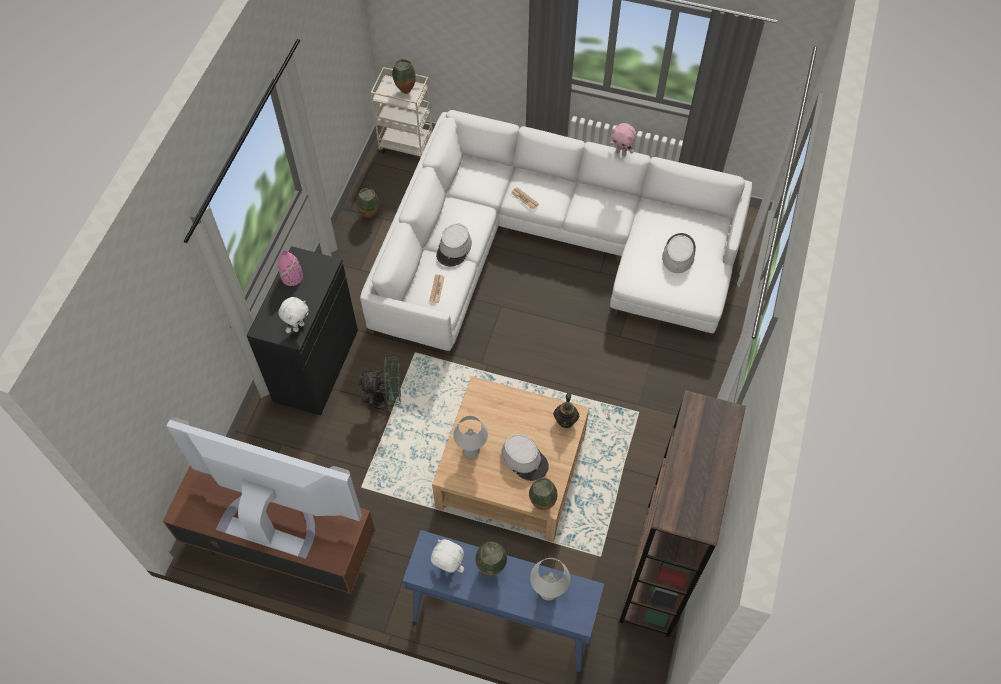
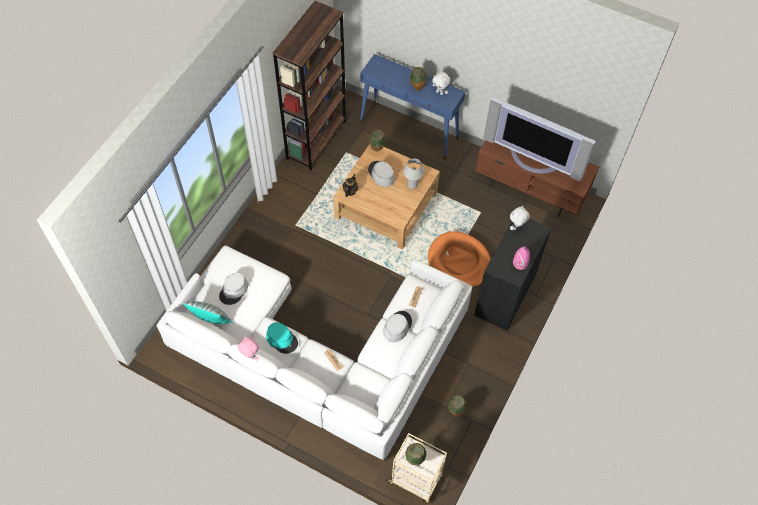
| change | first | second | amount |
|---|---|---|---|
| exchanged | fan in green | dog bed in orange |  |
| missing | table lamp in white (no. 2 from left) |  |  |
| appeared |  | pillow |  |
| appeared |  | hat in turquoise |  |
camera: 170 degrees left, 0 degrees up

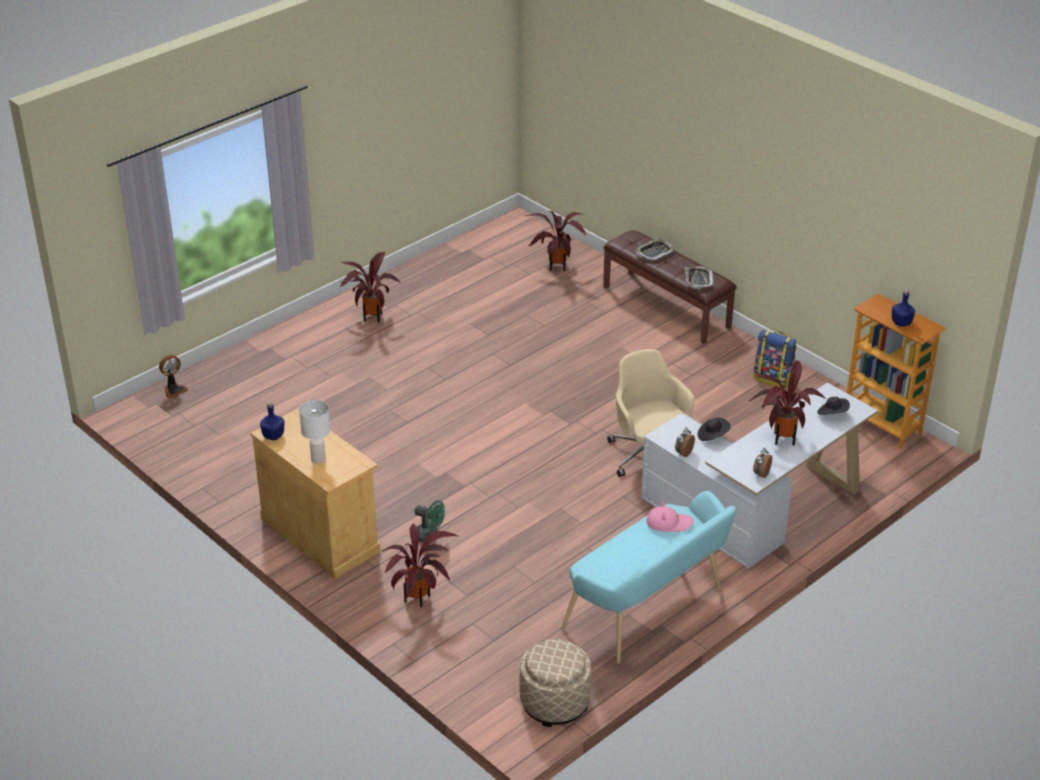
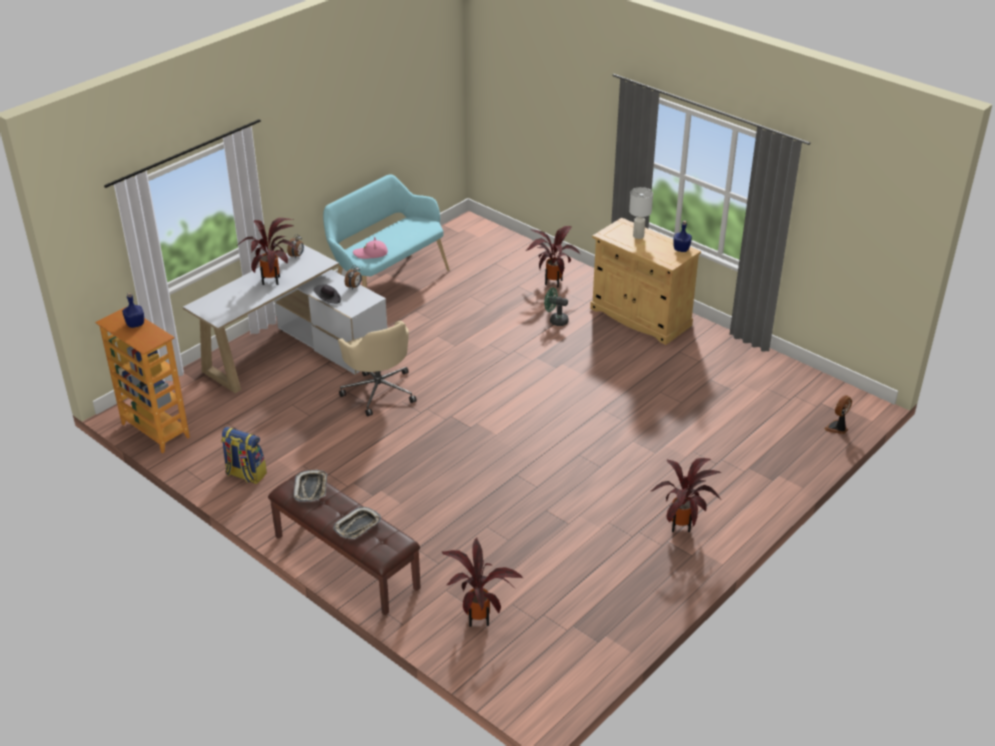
| change | first | second | amount |
|---|---|---|---|
| missing | ottoman in beige |  |  |
| missing | hat in black (no. 2 from left) |  |  |
camera: 175 degrees right, 0 degrees up

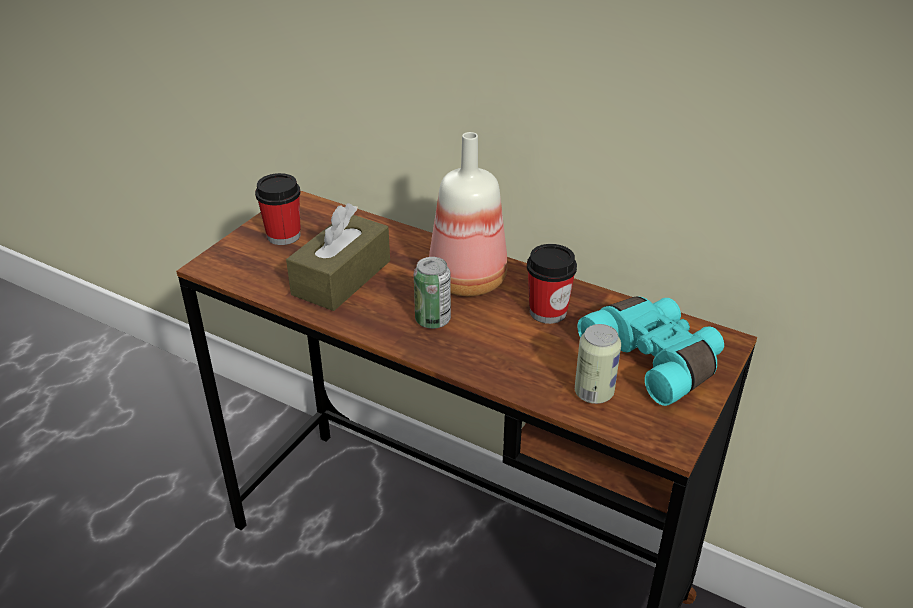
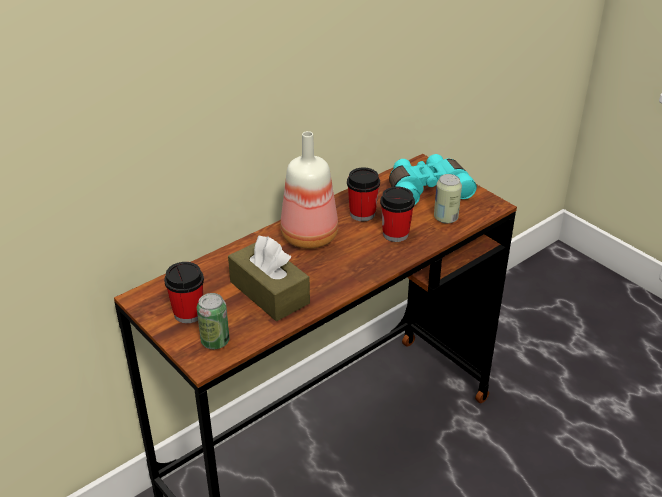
| change | first | second | amount |
|---|---|---|---|
| relocated | can (no. 1 from left) |  |  |
| appeared |  | cup (no. 3 from left) |  |
camera: 70 degrees left, 0 degrees up

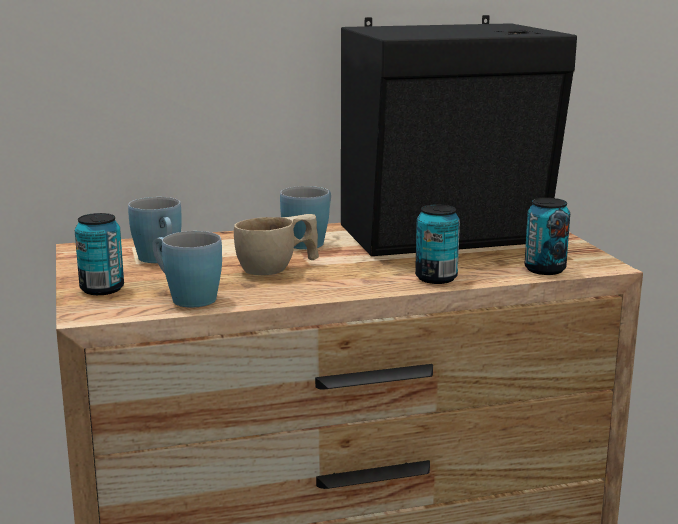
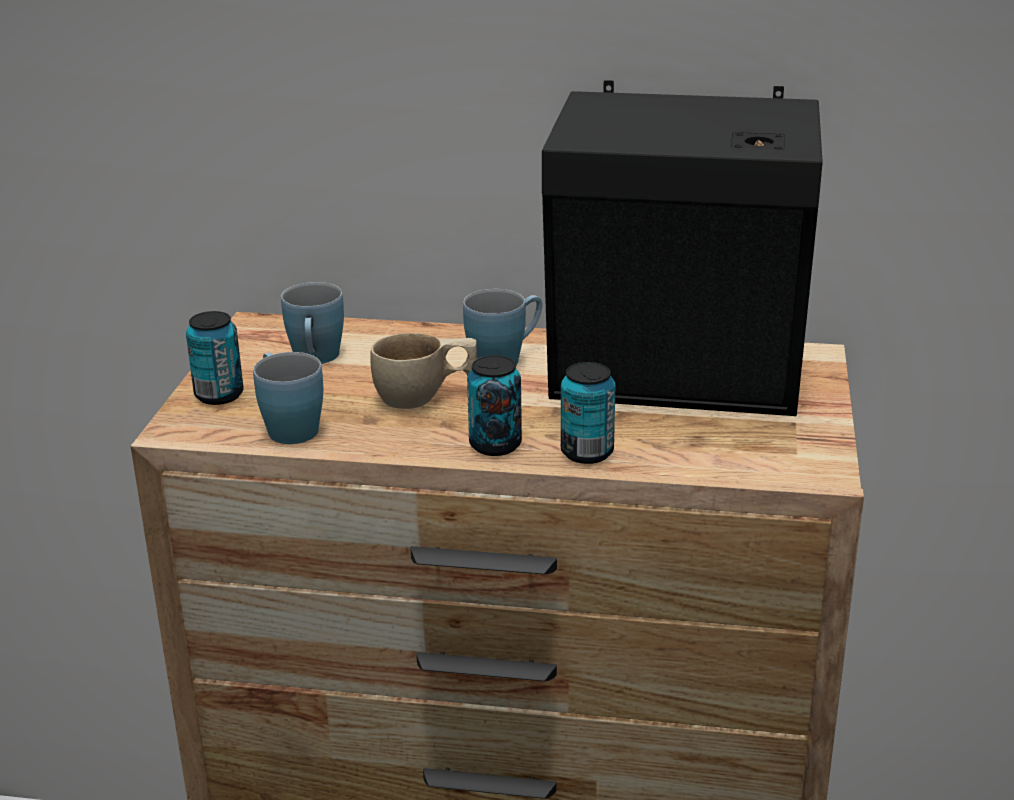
| change | first | second | amount |
|---|---|---|---|
| relocated | can (no. 3 from left in the first image) | can (no. 2 from left) |  |
camera: 25 degrees right, 10 degrees up

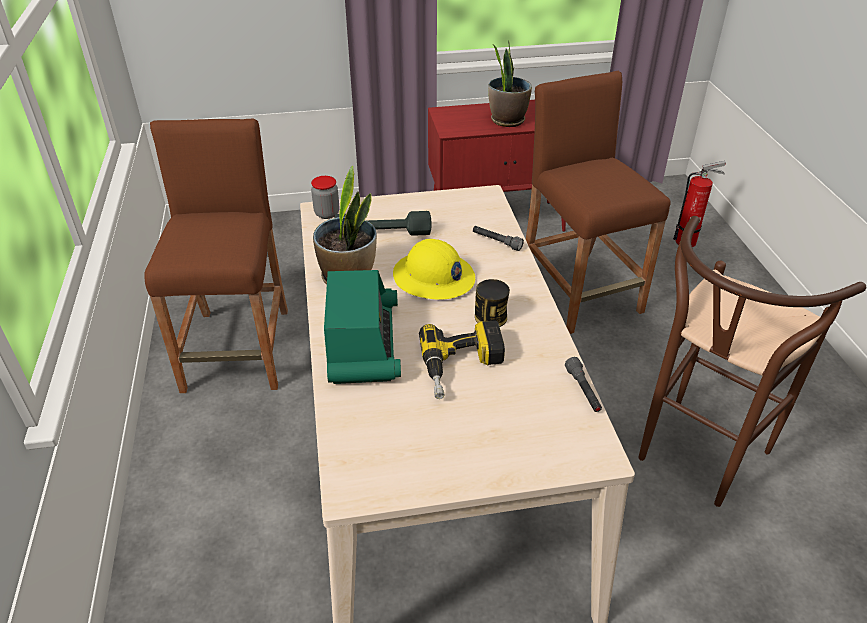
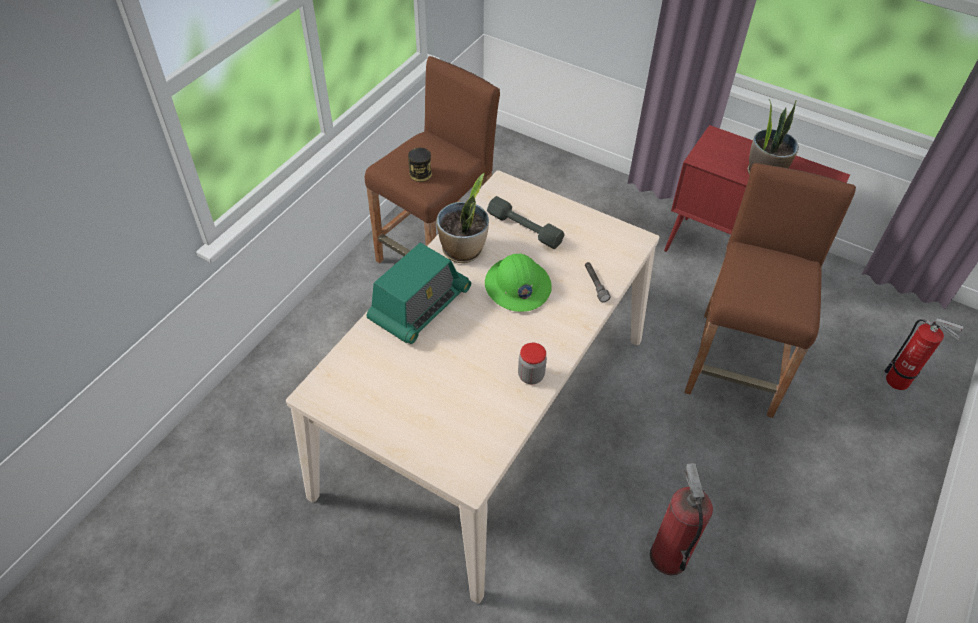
| change | first | second | amount |
|---|---|---|---|
| relocated | jar |  |  |
| colour | hard hat in yellow | hard hat in green |  |
| missing | power drill |  |  |
| relocated | can |  |  |
| missing | flashlight in grey (no. 2 from left) |  |  |
| exchanged | stool in brown (no. 3 from left) | fire extinguisher (no. 1 from left) |  |
camera: 40 degrees right, 10 degrees up

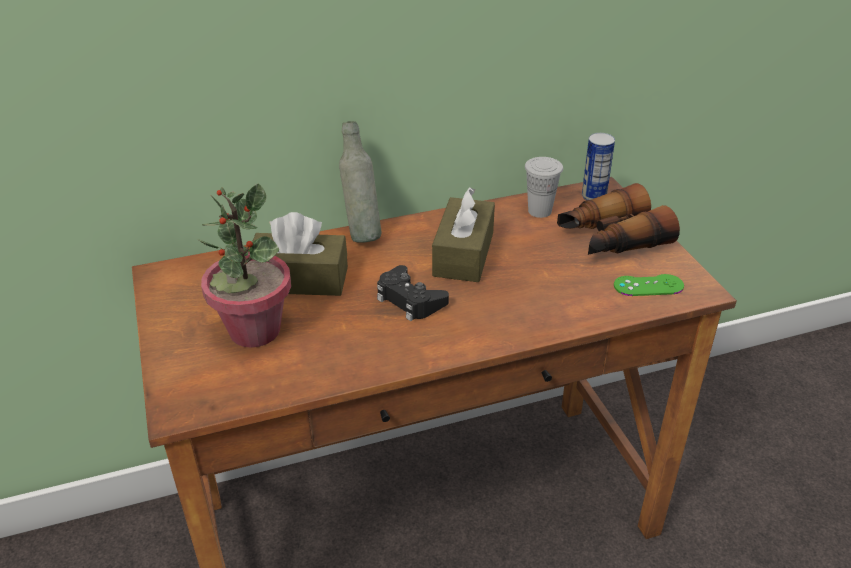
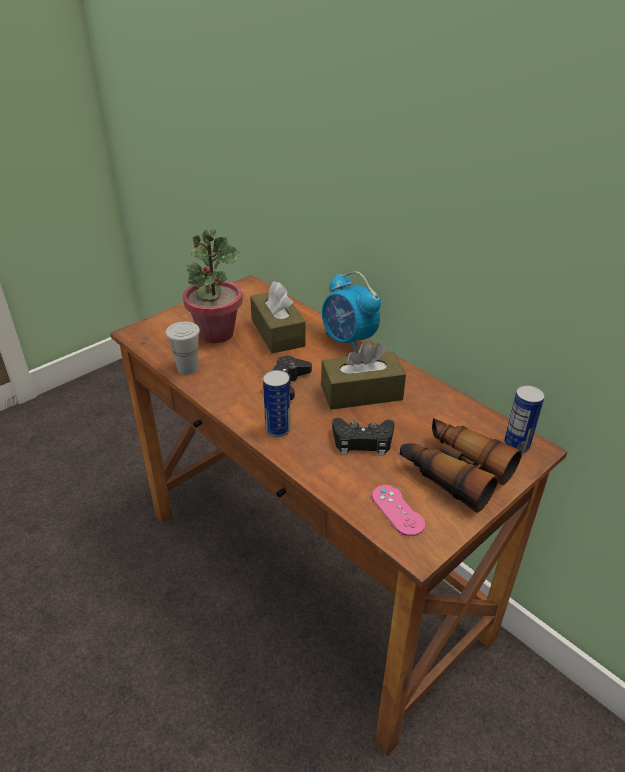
| change | first | second | amount |
|---|---|---|---|
| exchanged | bottle in grey | alarm clock |  |
| relocated | cup in white |  |  |
| colour | game controller in green | game controller in pink |  |
| appeared |  | can (no. 1 from left) |  |
| appeared |  | game controller in black (no. 2 from left) |  |
camera: 65 degrees right, 0 degrees up

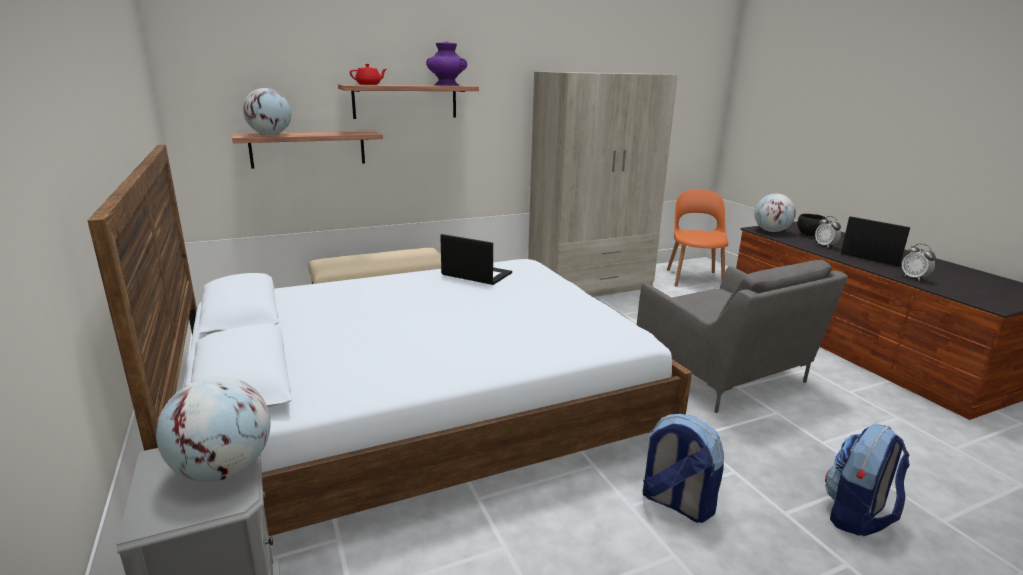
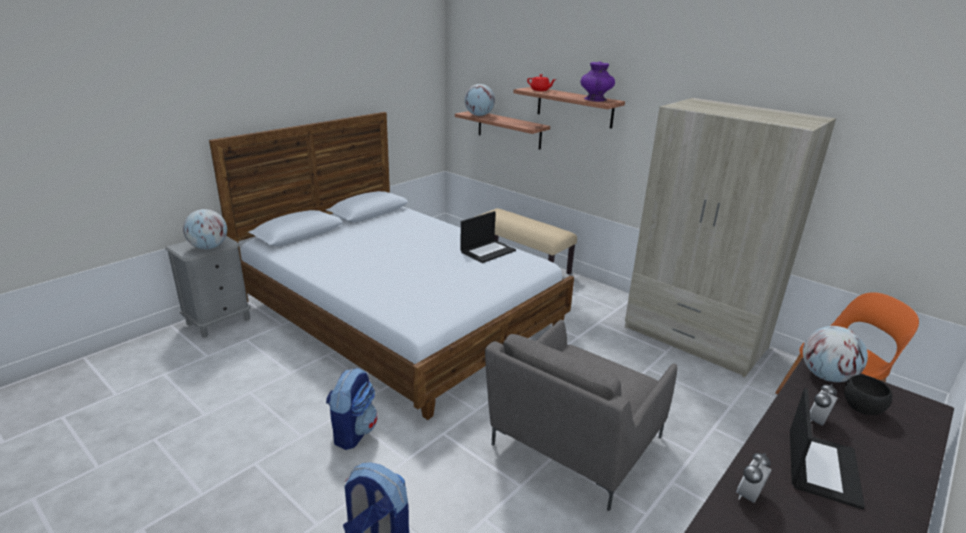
| change | first | second | amount |
|---|---|---|---|
| spun | laptop (no. 1 from left) |  | 45 degrees clockwise |
camera: 65 degrees right, 5 degrees up

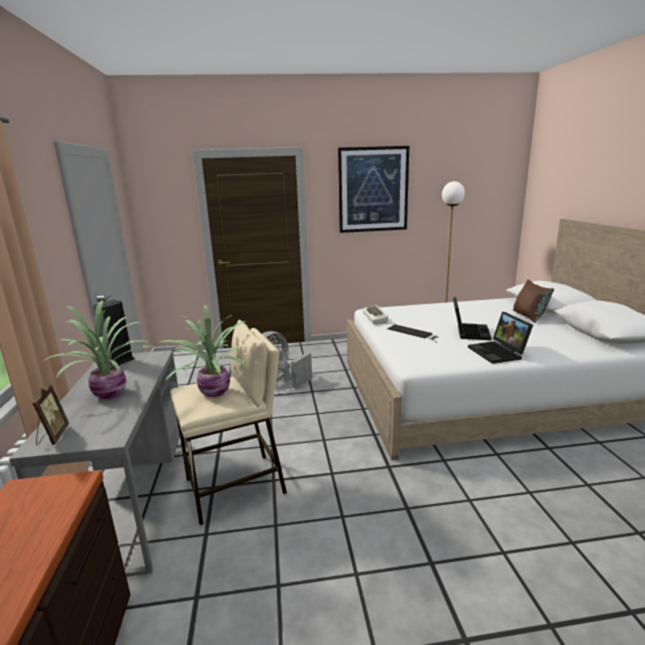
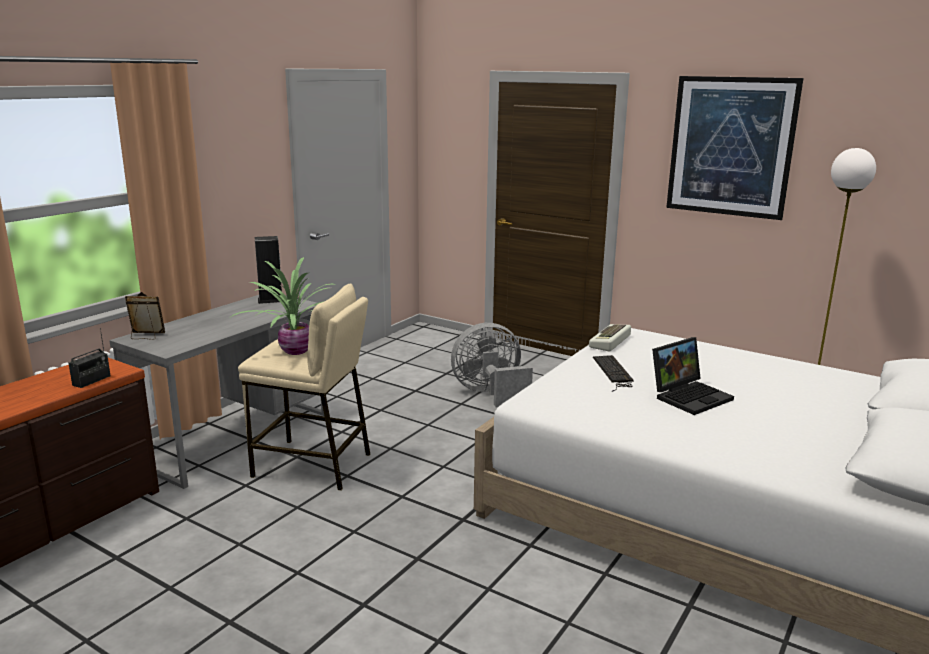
| change | first | second | amount |
|---|---|---|---|
| spun | picture frame |  | 120 degrees counterclockwise |
| missing | potted plant (no. 1 from left) |  |  |
| missing | laptop (no. 2 from left) |  |  |
| missing | pillow in brown |  |  |
| appeared |  | radio |  |
camera: 40 degrees right, 0 degrees up

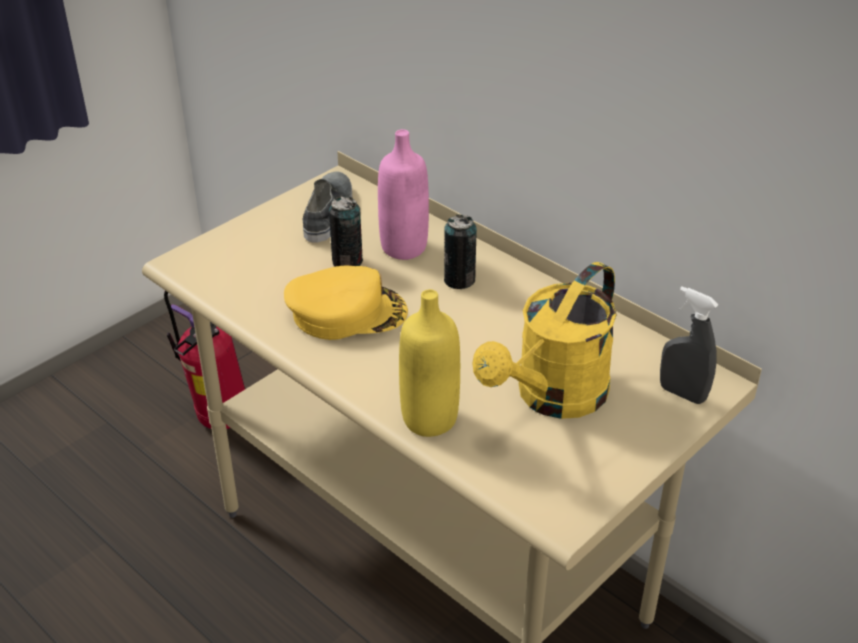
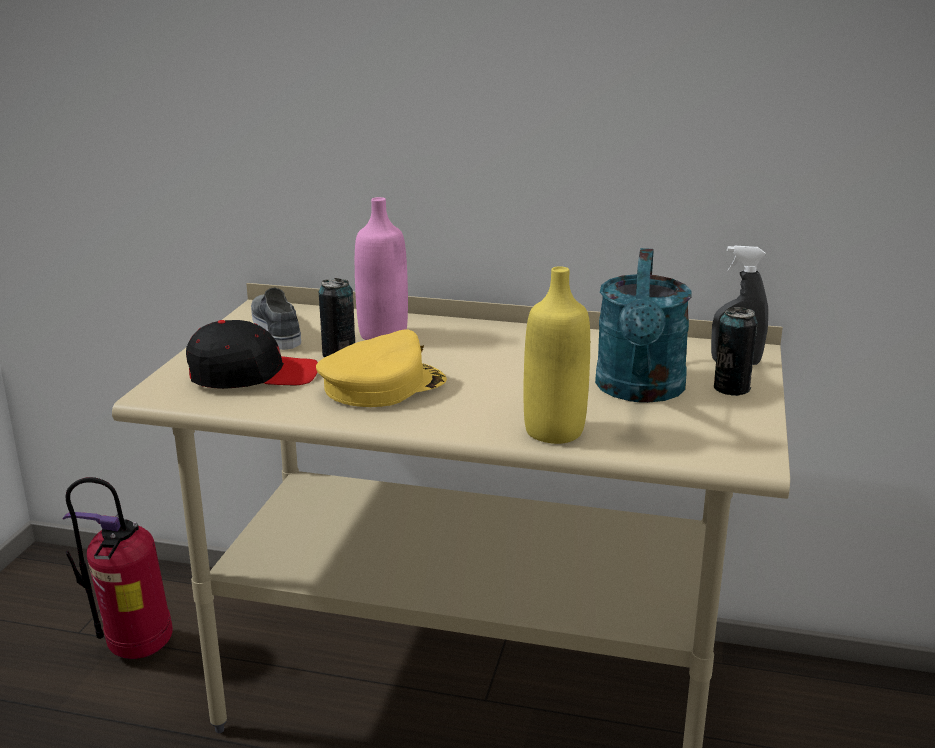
| change | first | second | amount |
|---|---|---|---|
| relocated | can (no. 2 from left) |  |  |
| colour | watering can in yellow | watering can in turquoise |  |
| appeared |  | cap in black |  |
camera: 30 degrees left, 15 degrees down

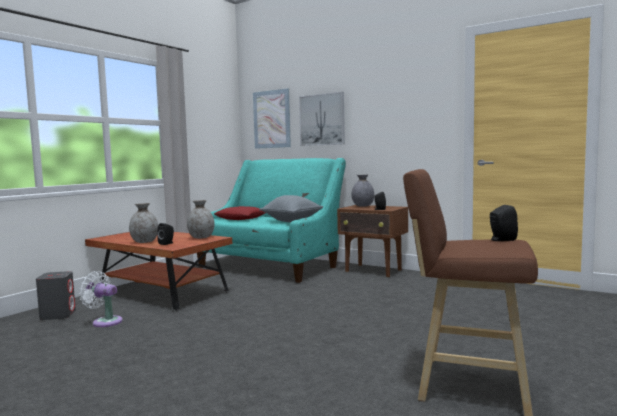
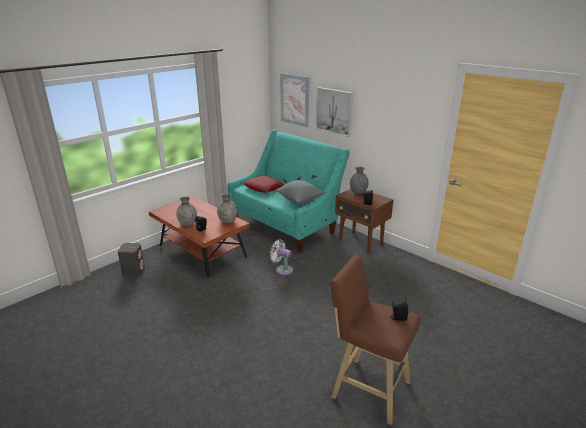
| change | first | second | amount |
|---|---|---|---|
| relocated | fan in white |  |  |
camera: 10 degrees right, 20 degrees up

